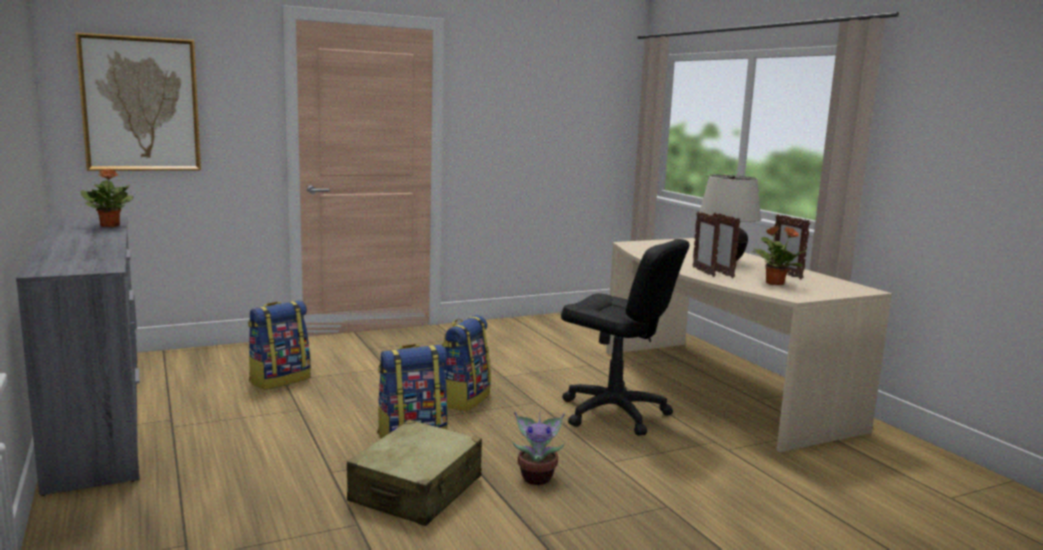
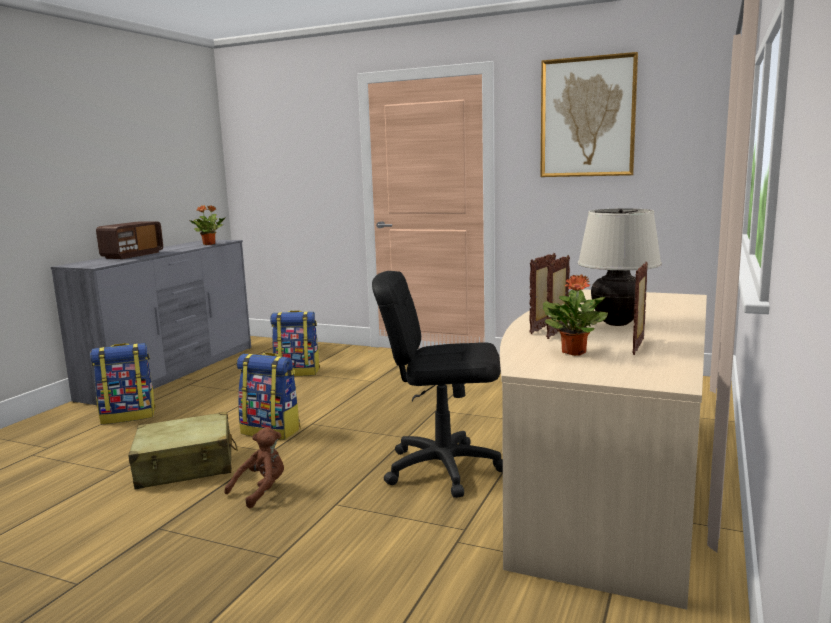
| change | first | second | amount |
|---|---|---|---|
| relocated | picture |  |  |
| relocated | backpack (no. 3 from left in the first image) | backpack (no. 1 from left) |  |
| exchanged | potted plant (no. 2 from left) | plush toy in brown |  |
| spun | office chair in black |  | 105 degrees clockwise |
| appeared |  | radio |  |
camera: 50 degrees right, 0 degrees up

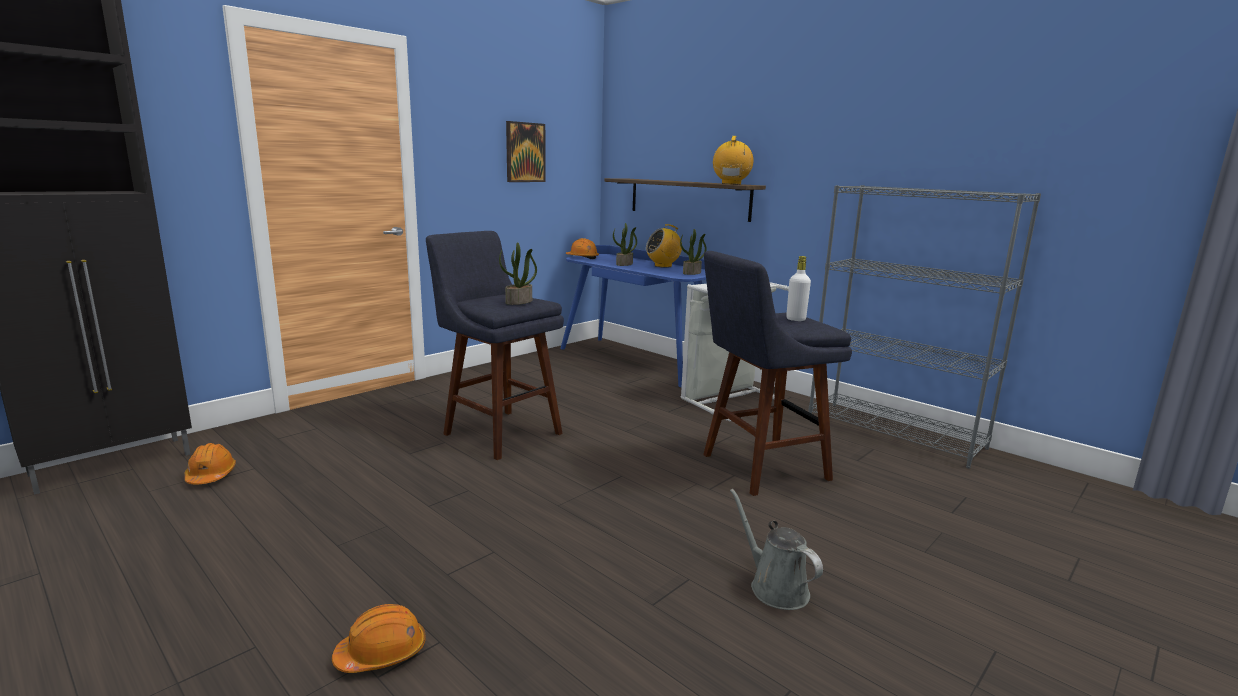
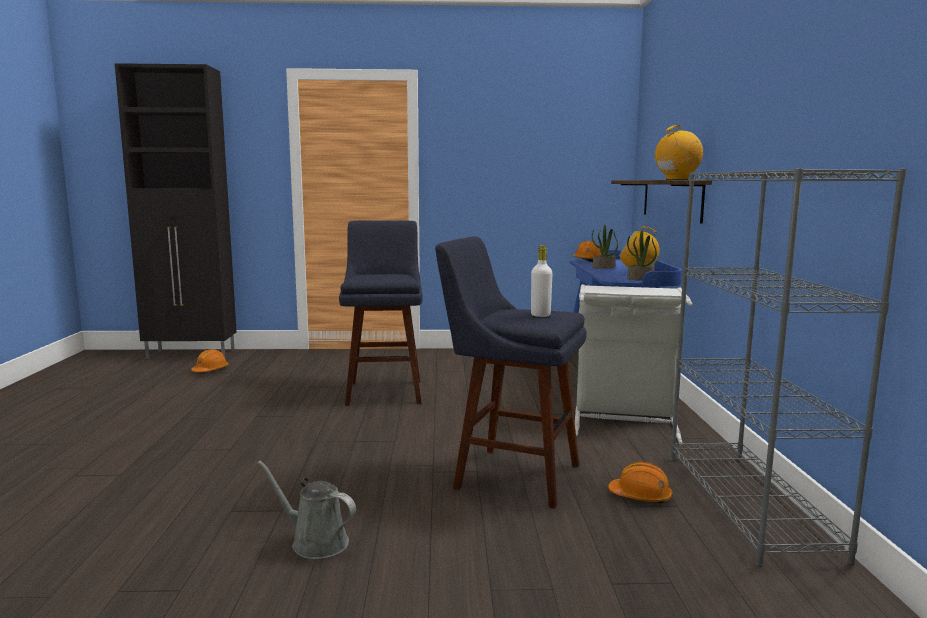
| change | first | second | amount |
|---|---|---|---|
| relocated | hard hat in orange (no. 2 from left in the first image) | hard hat in orange (no. 3 from left) |  |
| missing | potted plant (no. 1 from left) |  |  |
| missing | picture |  |  |
| spun | watering can in grey |  | 75 degrees counterclockwise |
camera: 45 degrees right, 5 degrees down

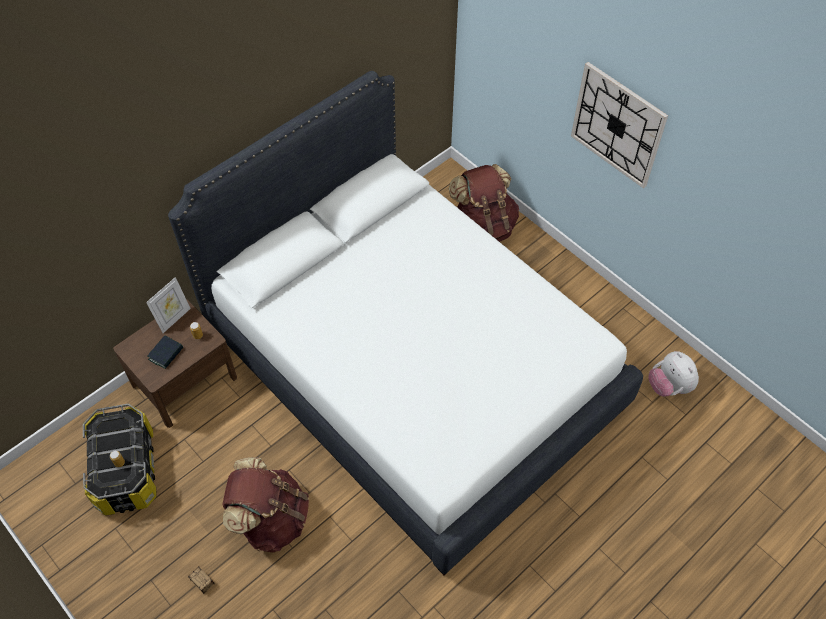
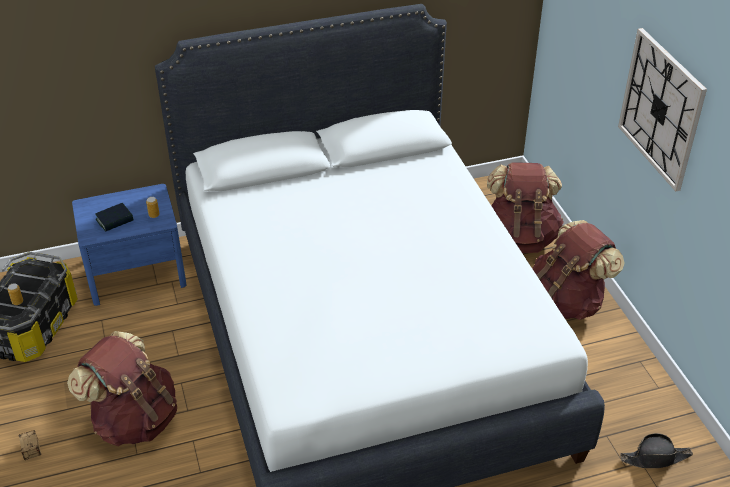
| change | first | second | amount |
|---|---|---|---|
| colour | nightstand in brown | nightstand in blue |  |
| missing | picture frame |  |  |
| exchanged | plush toy | hat in black |  |
| appeared |  | backpack in brown (no. 3 from left) |  |
camera: 25 degrees right, 15 degrees down

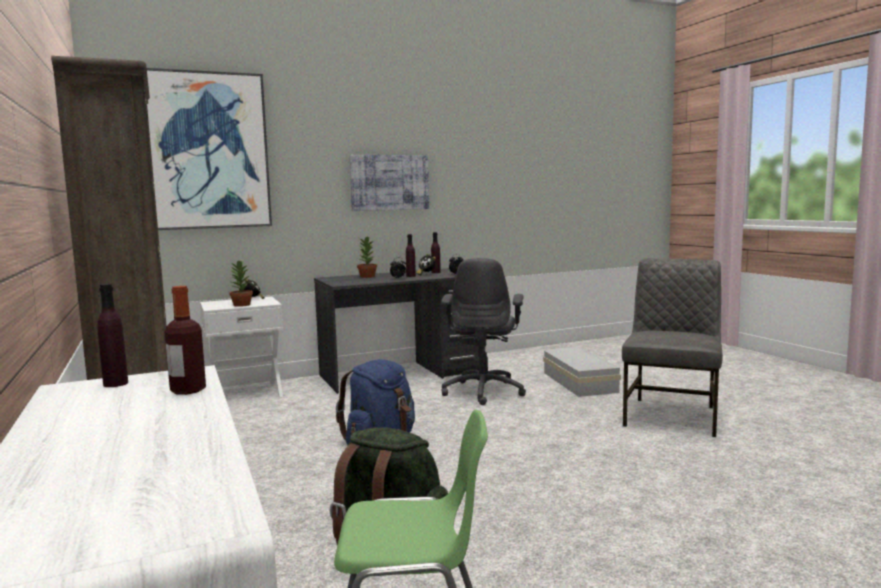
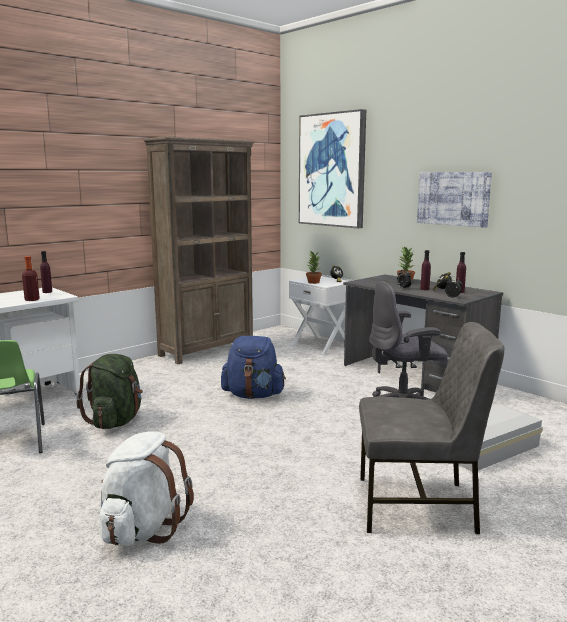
| change | first | second | amount |
|---|---|---|---|
| appeared |  | backpack in white |  |
camera: 70 degrees right, 5 degrees up

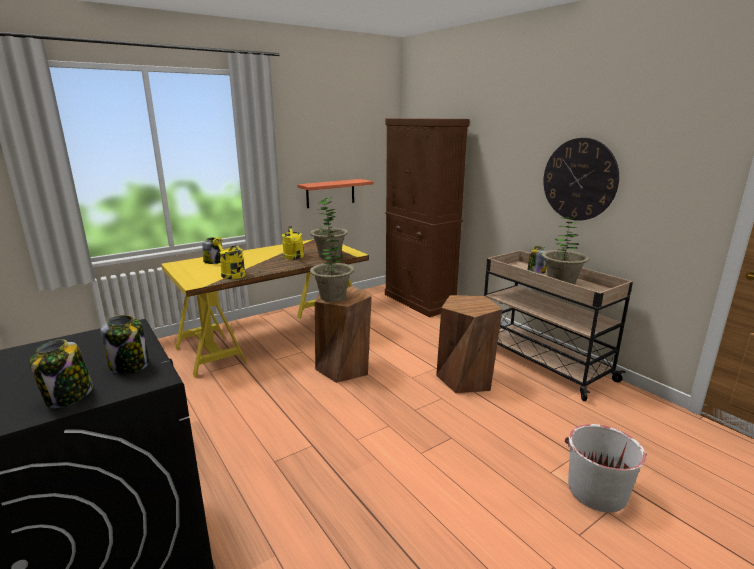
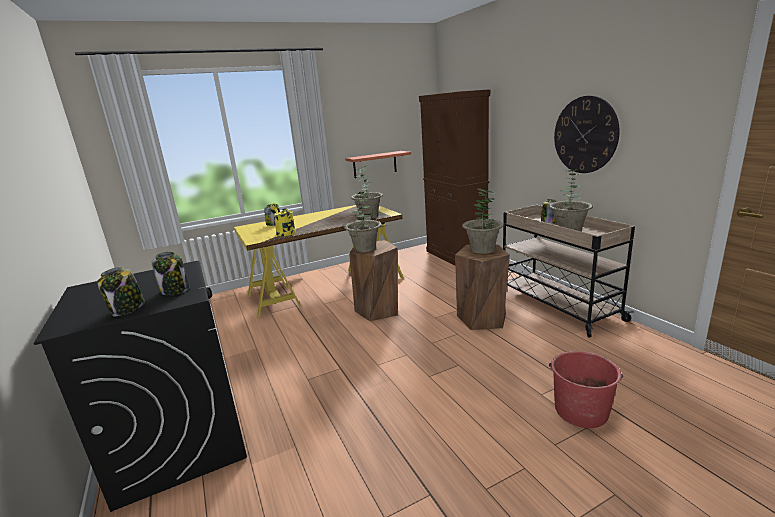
| change | first | second | amount |
|---|---|---|---|
| missing | watering can in yellow (no. 2 from left) |  |  |
| colour | bucket in white | bucket in red |  |
| appeared |  | potted plant (no. 3 from left) |  |
camera: 10 degrees right, 0 degrees up

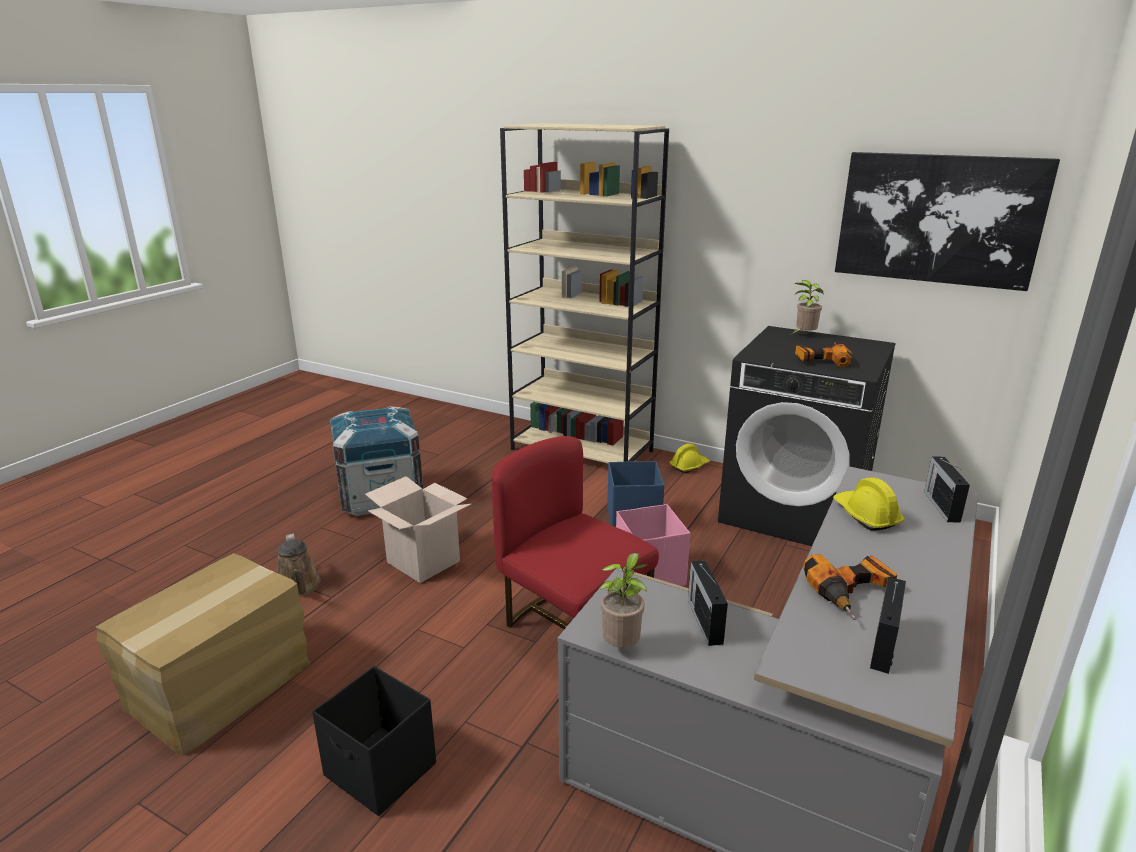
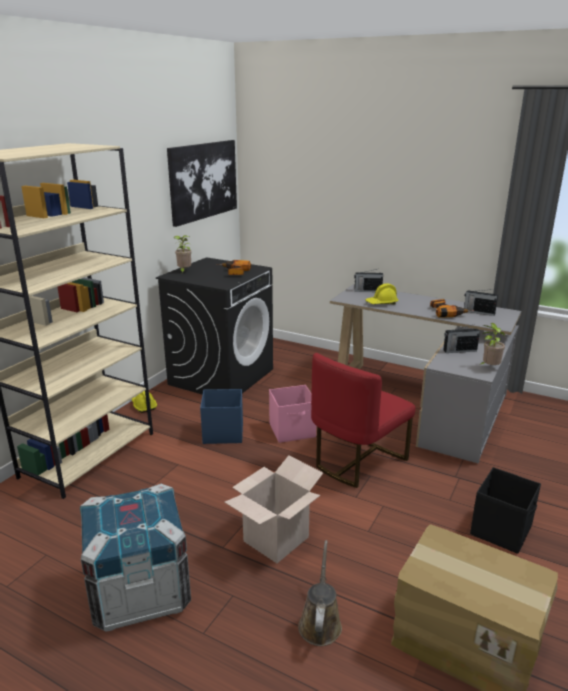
| change | first | second | amount |
|---|---|---|---|
| spun | watering can in brown |  | 60 degrees counterclockwise |
camera: 90 degrees left, 0 degrees up

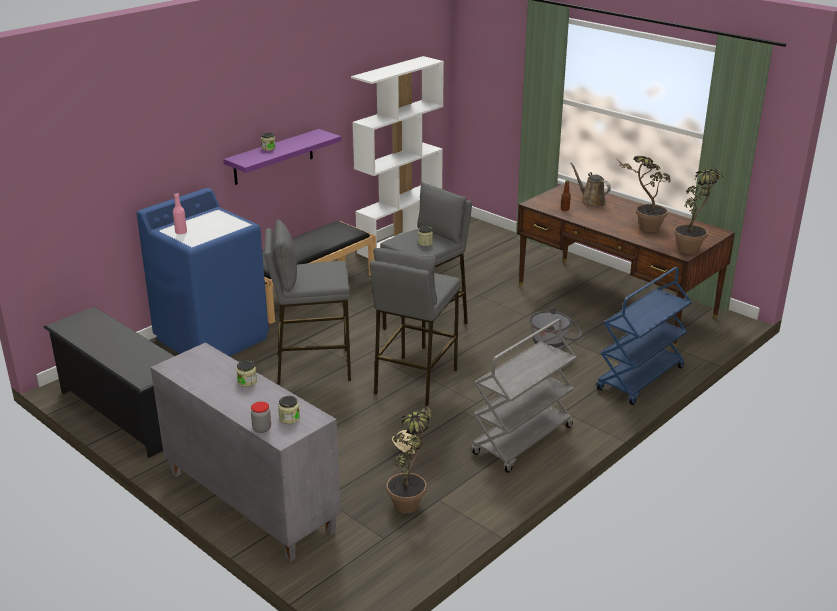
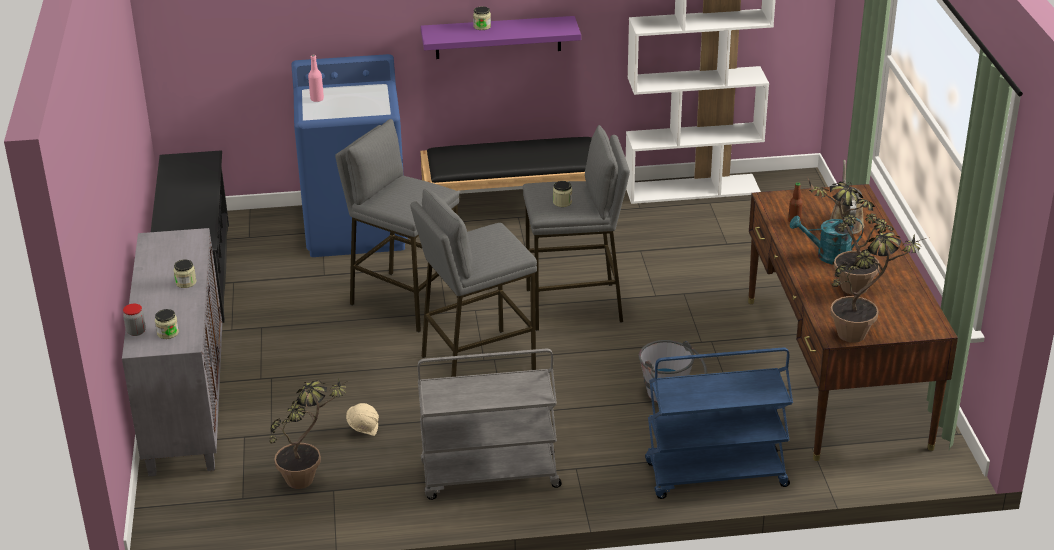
| change | first | second | amount |
|---|---|---|---|
| appeared |  | watering can in turquoise |  |
camera: 40 degrees right, 5 degrees up

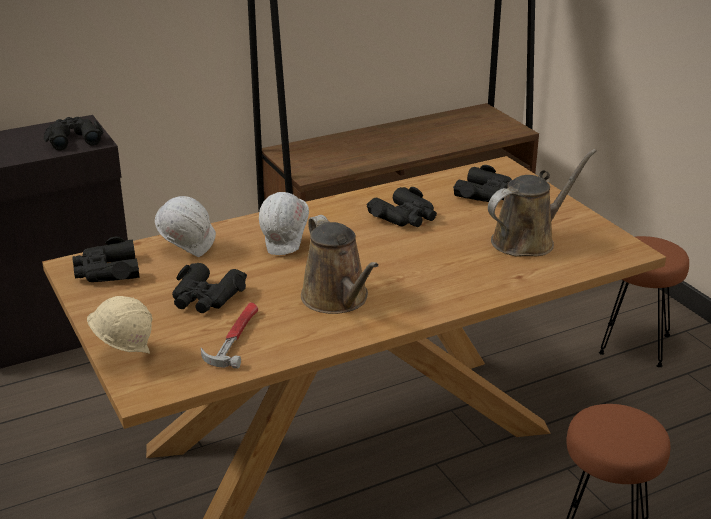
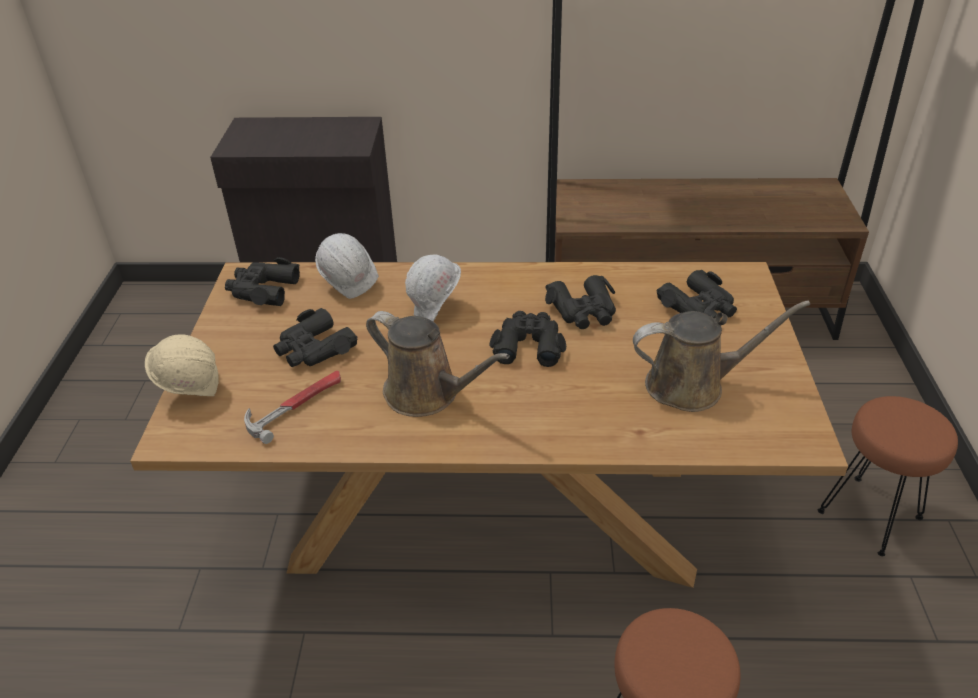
| change | first | second | amount |
|---|---|---|---|
| relocated | binoculars in black (no. 1 from left in the first image) | binoculars in black (no. 3 from left) |  |
| spun | watering can in brown (no. 1 from left) |  | 60 degrees counterclockwise |
camera: 30 degrees right, 10 degrees up

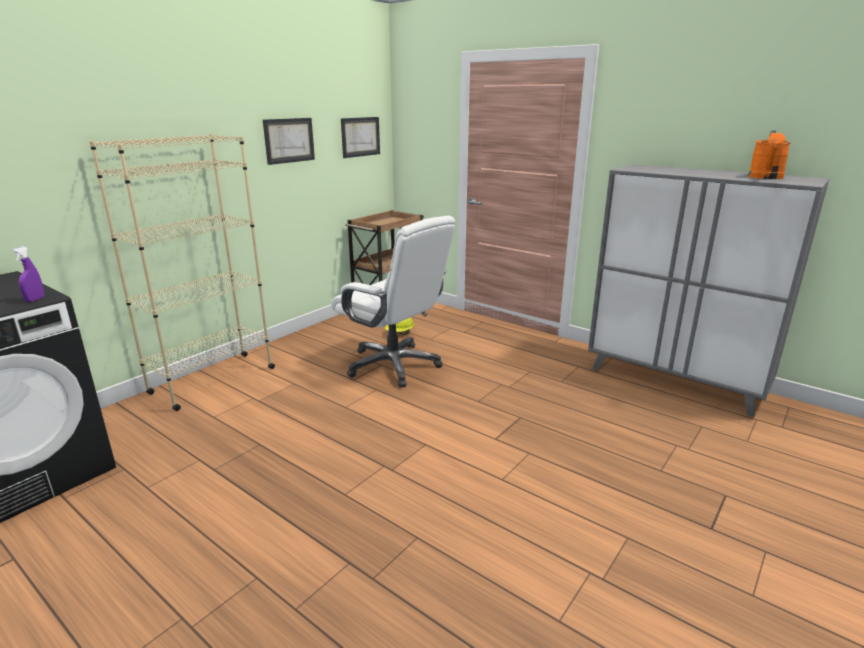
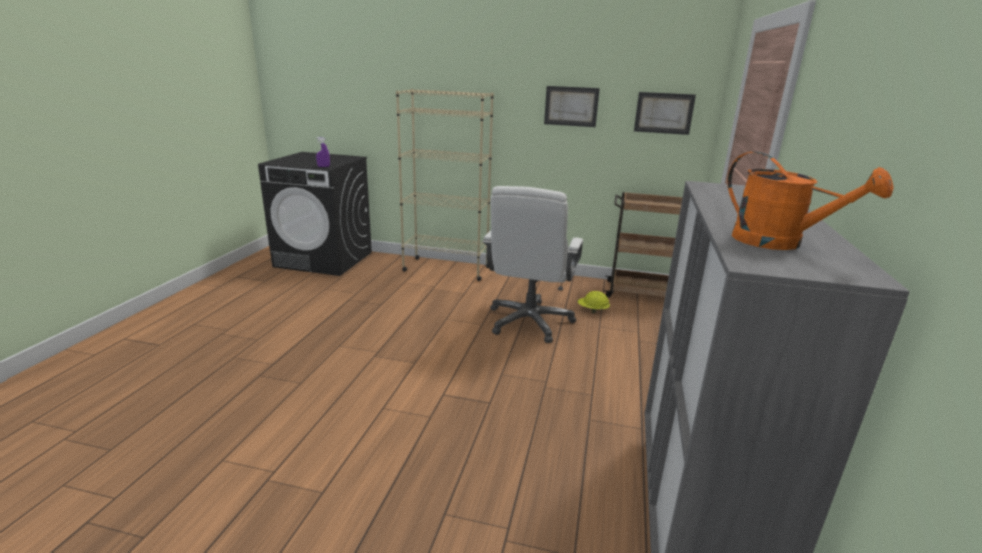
| change | first | second | amount |
|---|---|---|---|
| spun | watering can in orange |  | 135 degrees counterclockwise |
camera: 65 degrees right, 0 degrees up

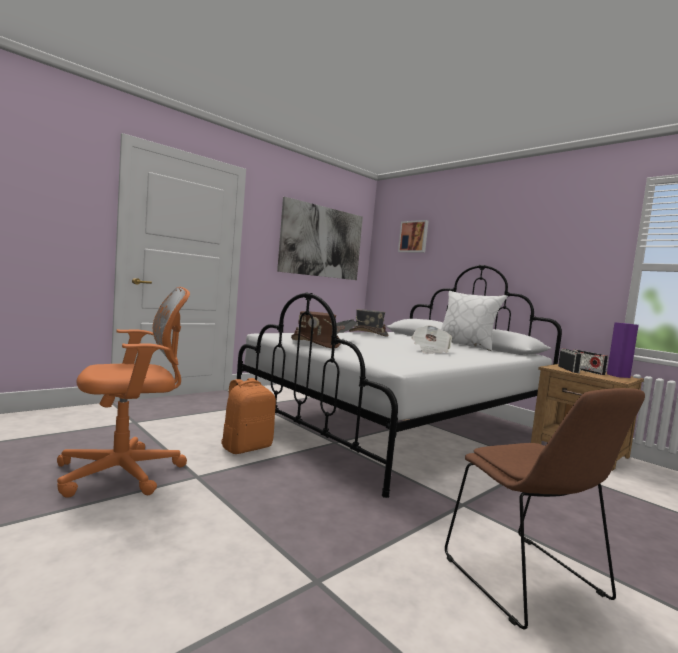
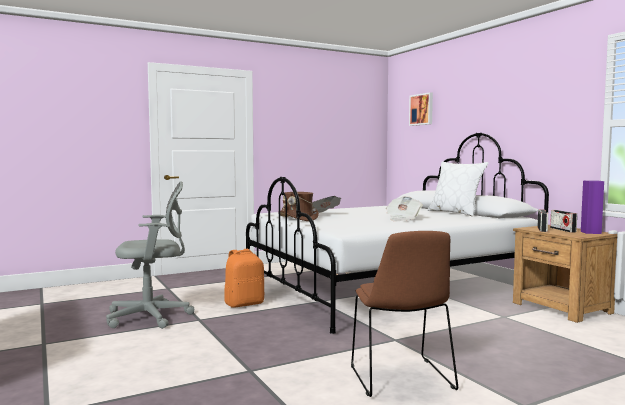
| change | first | second | amount |
|---|---|---|---|
| colour | office chair in orange | office chair in grey |  |
| missing | picture (no. 1 from left) |  |  |
| missing | hat in grey |  |  |
camera: 15 degrees right, 0 degrees up

